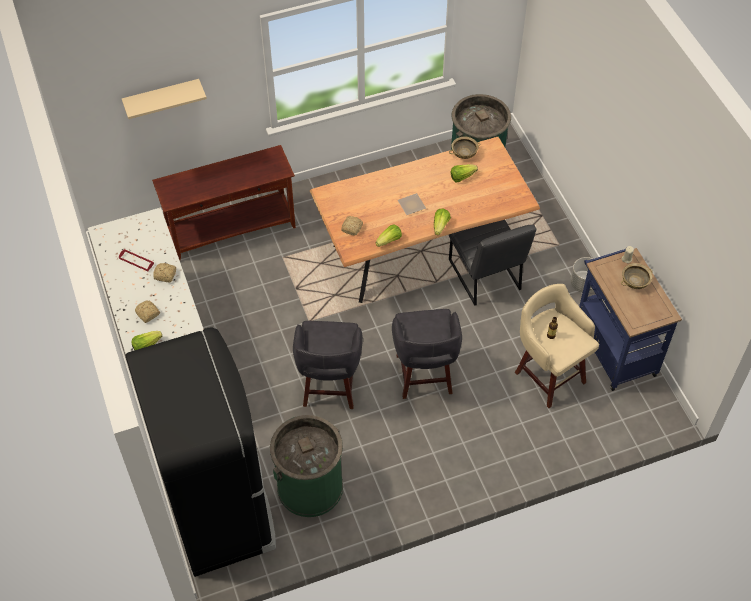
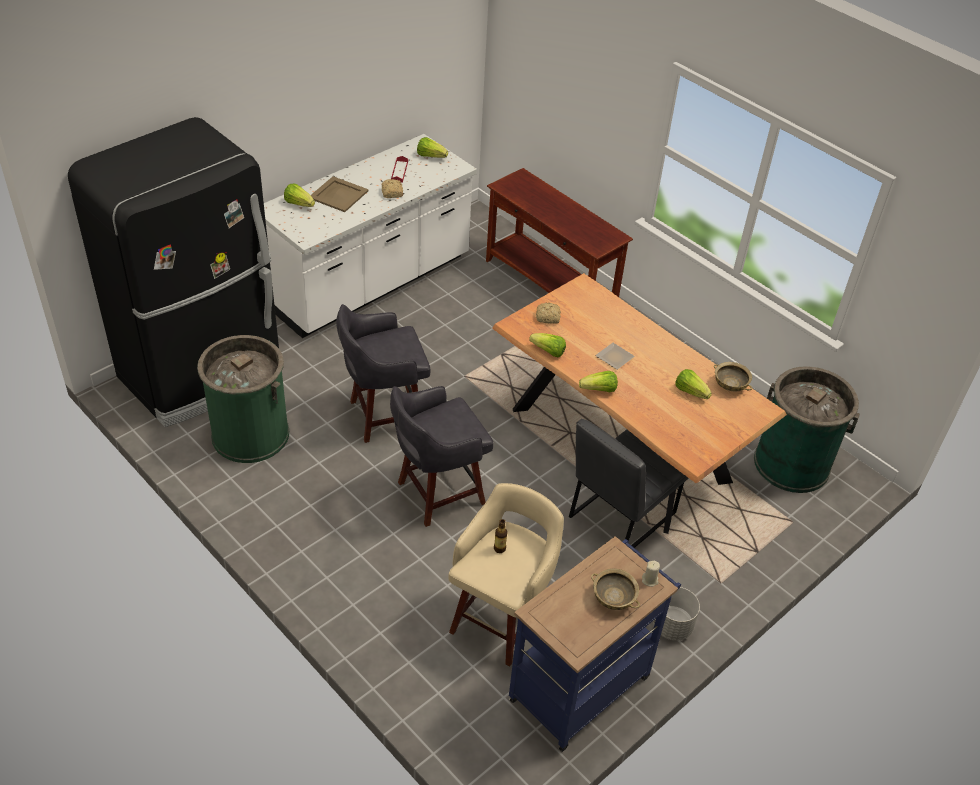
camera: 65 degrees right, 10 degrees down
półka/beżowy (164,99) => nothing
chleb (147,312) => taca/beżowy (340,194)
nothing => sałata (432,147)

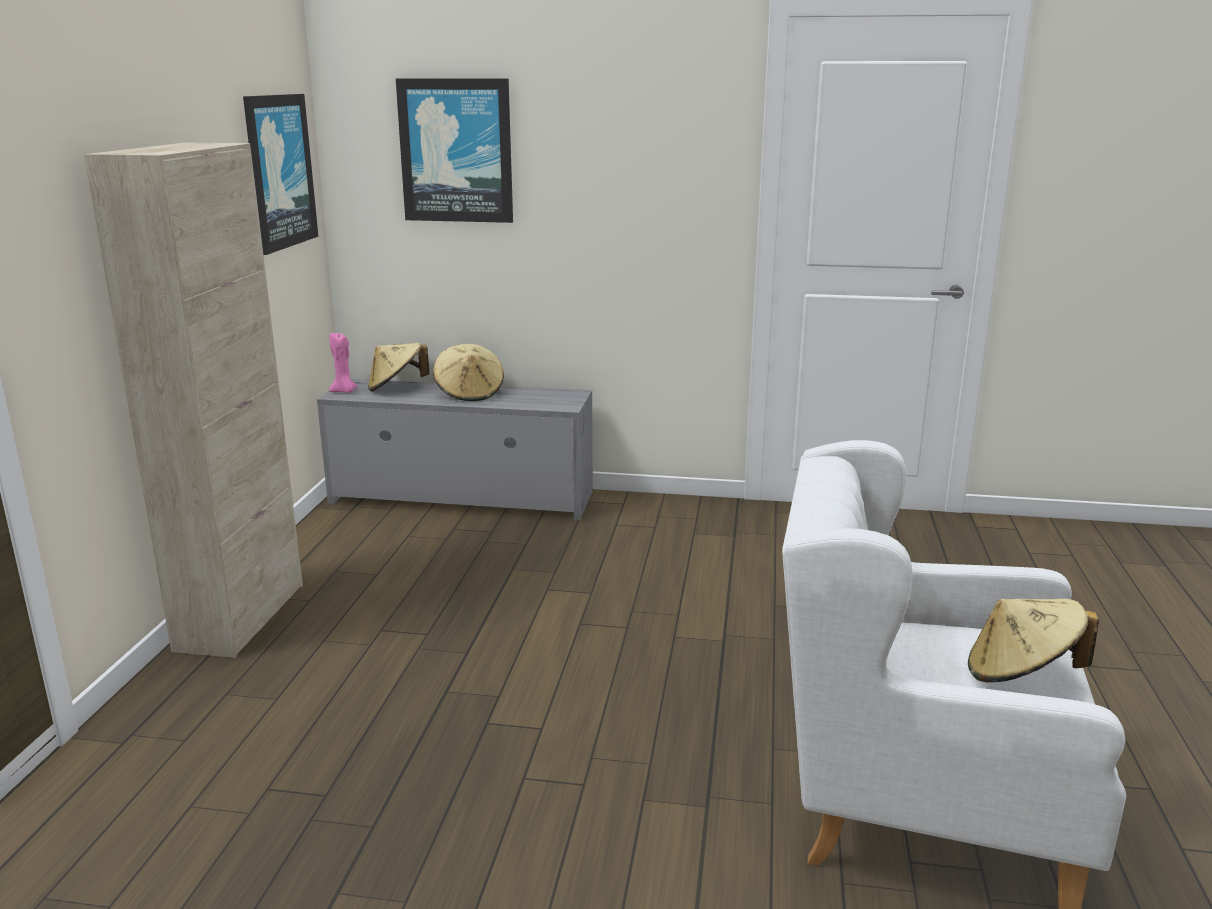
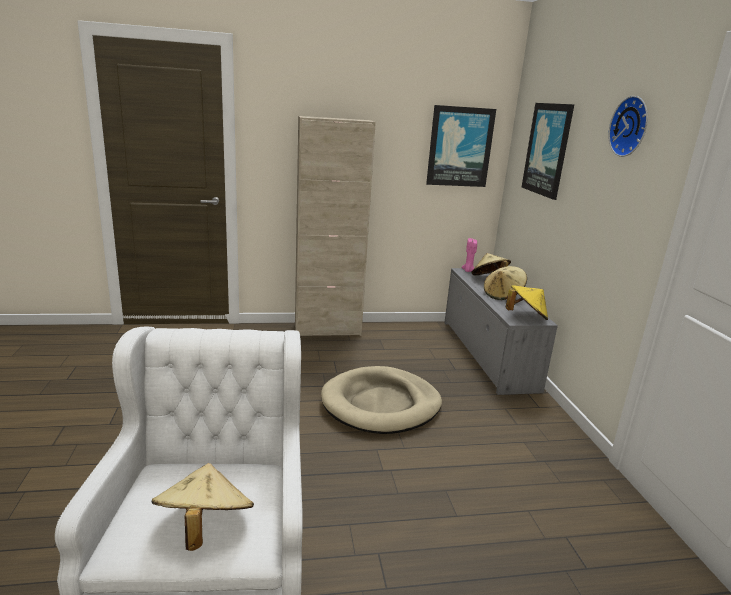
camera: 70 degrees right, 0 degrees up
nothing => legowisko/beżowy (381,400)
nothing => kapelusz/żółty (527,302)
nothing => zegar ścienny (628,126)

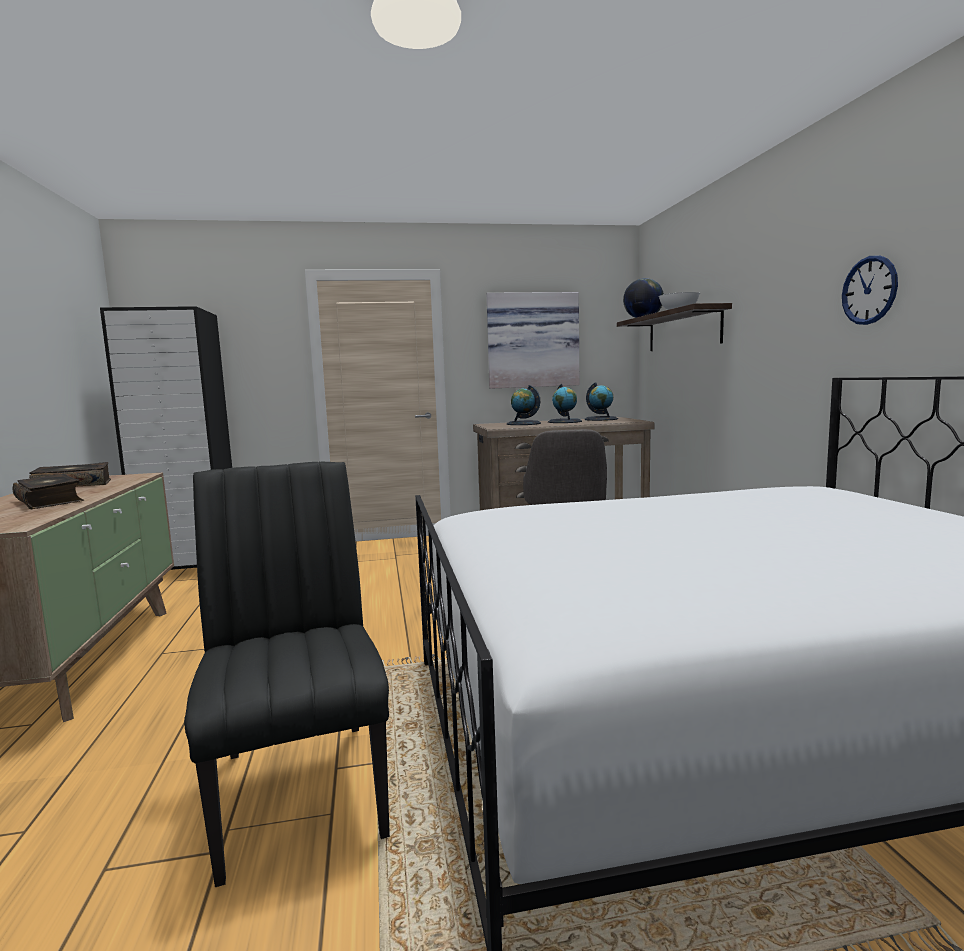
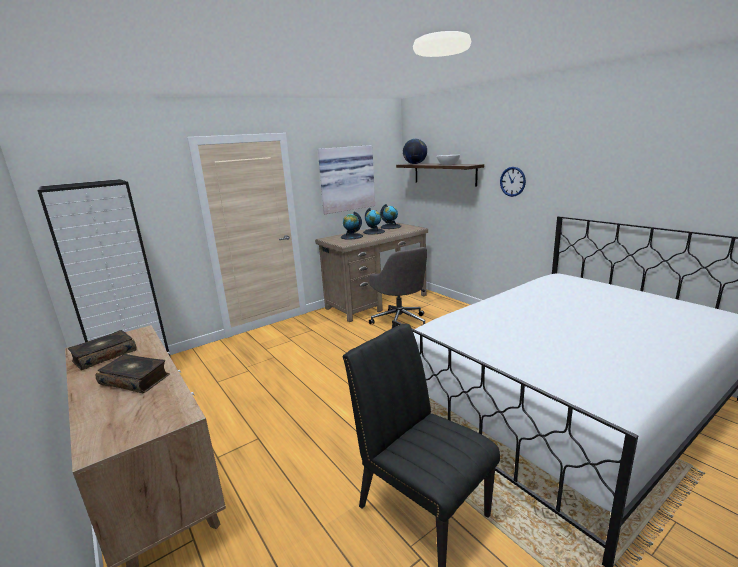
camera: 25 degrees left, 10 degrees up
zegar ścienny (870,290) => zegar ścienny (513,182), shifted

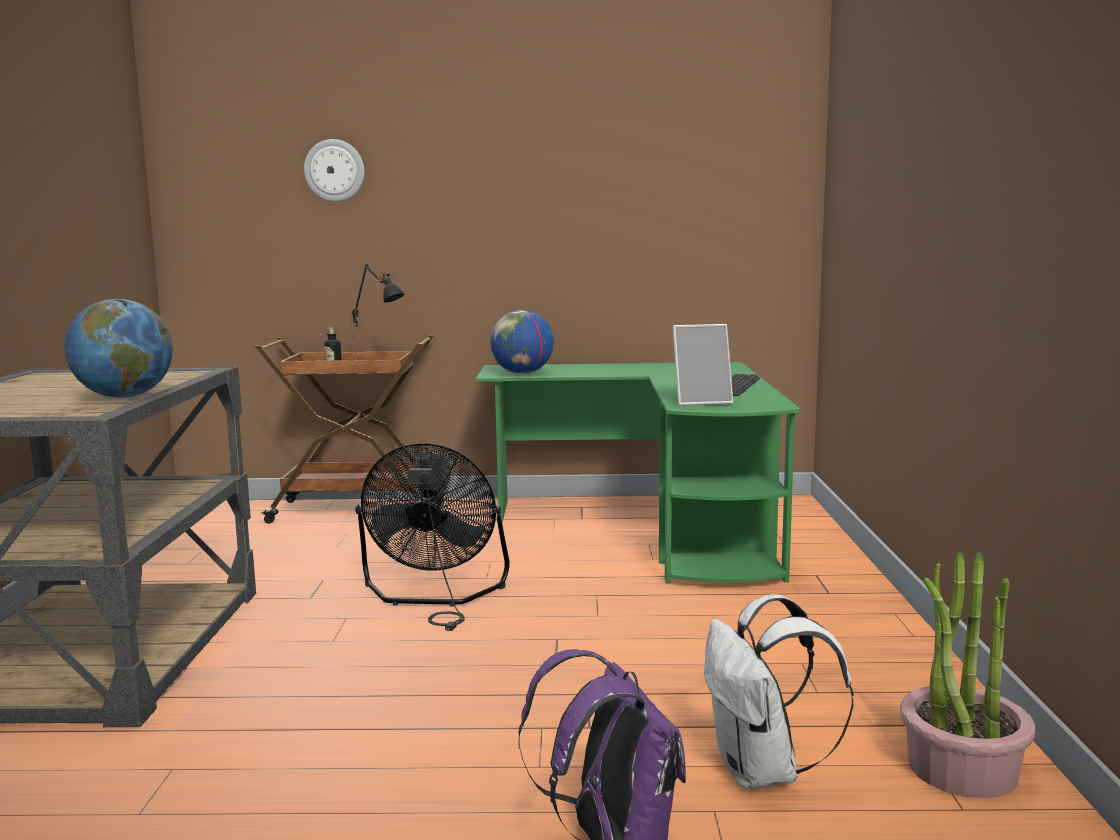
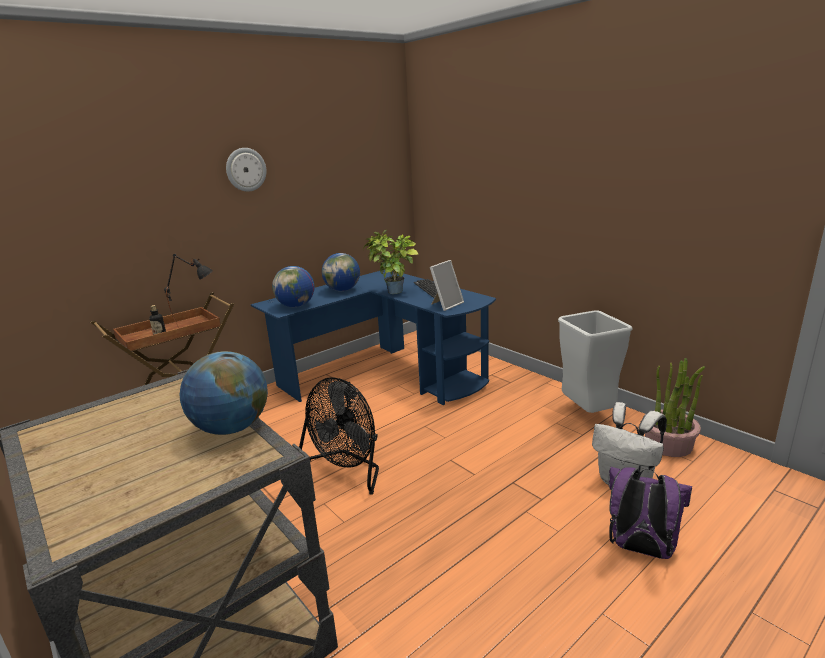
camera: 40 degrees left, 10 degrees up
zegar ścienny (334,170) => zegar ścienny (246,170), shifted
wentylator/czarny (432,537) => wentylator/czarny (339,436), 105 degrees counterclockwise
biurko/zielony (638,473) => biurko/niebieski (373,337)
nothing => globus (341,272)
nothing => roślina doniczkowa (390,262)
nothing => kosz na śmieci/szary (595,361)

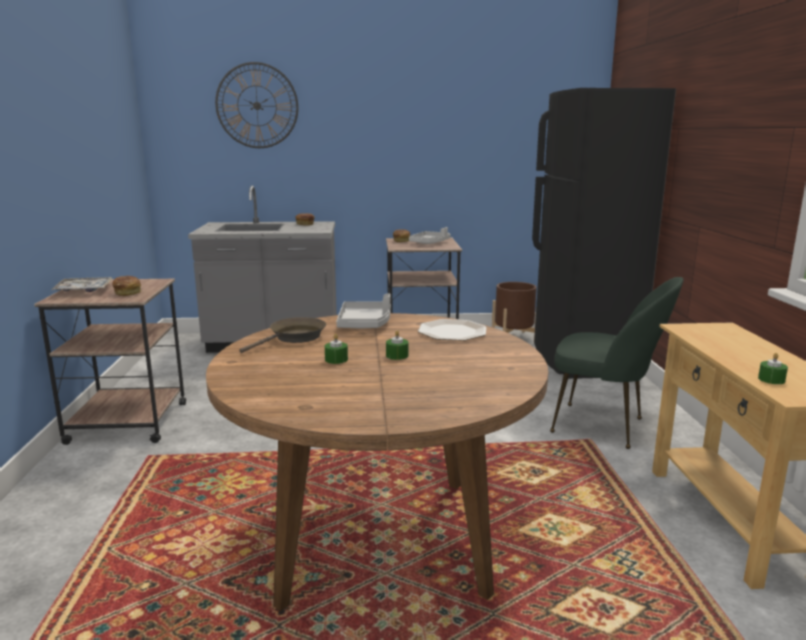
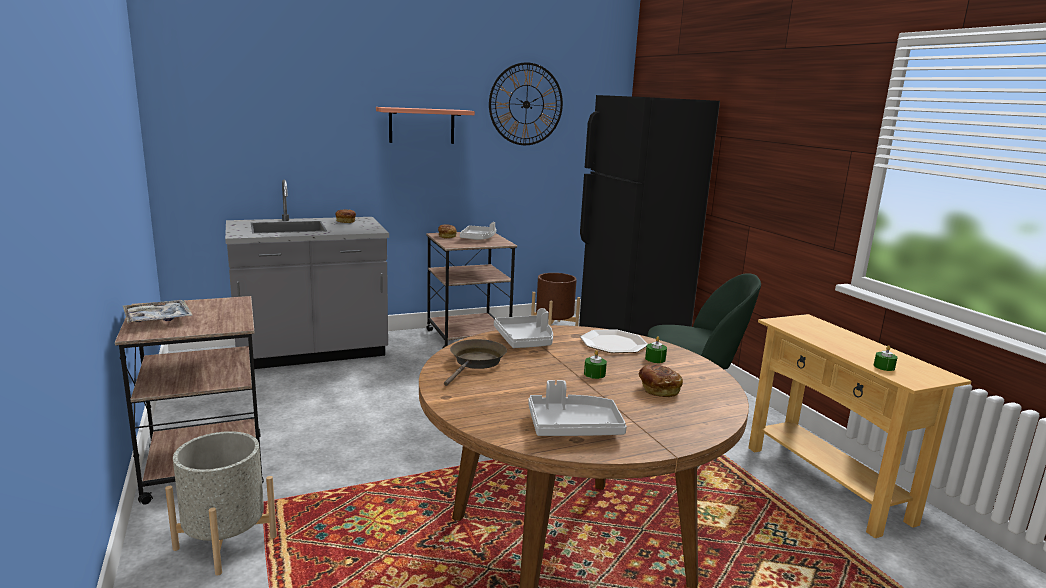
camera: 20 degrees left, 0 degrees up
chleb (127,286) => chleb (661,381), shifted
zegar ścienny (256,105) => zegar ścienny (526,103), shifted
świeca/zielony (336,349) => świeca/zielony (656,349), shifted
nothing => donica/szary (221,503)
nothing => półka (425,125)
nothing => taca/szary (577,408)

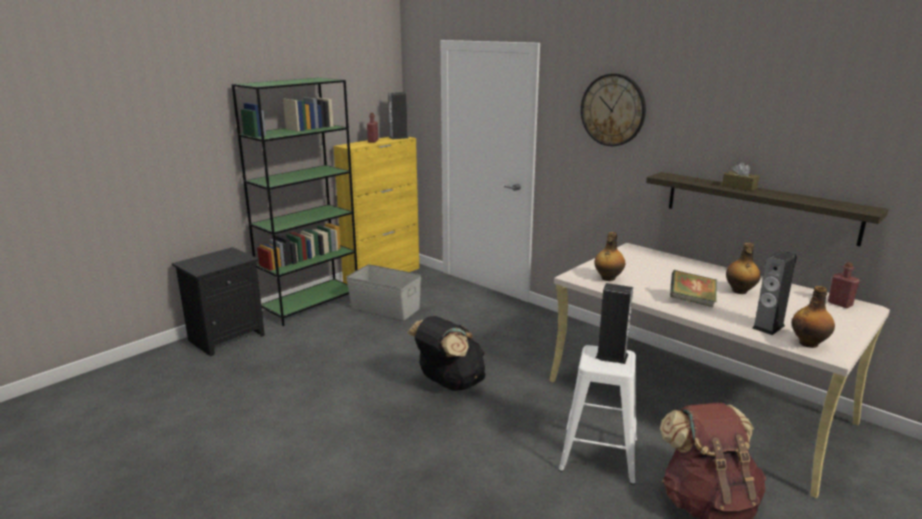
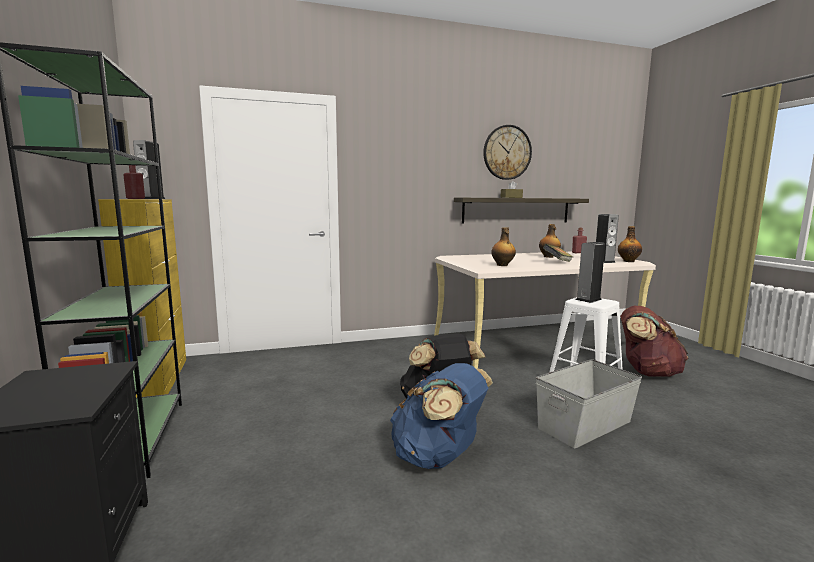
camera: 60 degrees left, 10 degrees down
pojemnik do przechowywania/szary (383,292) => pojemnik do przechowywania/szary (589,403), shifted
zegar ścienny (613,109) => zegar ścienny (507,152), shifted
nothing => plecak/niebieski (441,416)

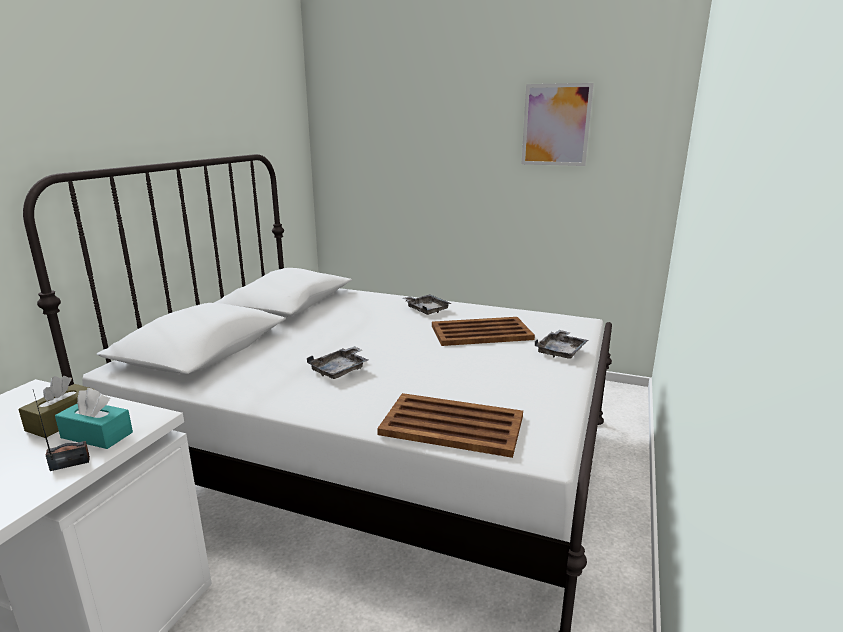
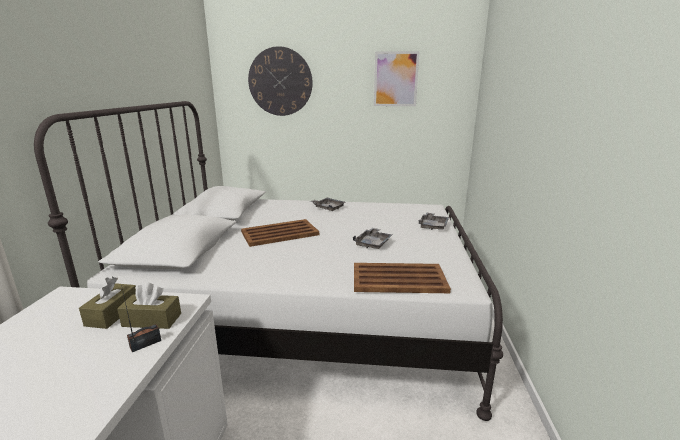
camera: 15 degrees left, 0 degrees up
pudełko chusteczek/turkusowy (94,418) => pudełko chusteczek/brązowy (149,305)
taca/szary (337,362) => taca/szary (372,238), shifted
taca/brązowy (483,331) => taca/brązowy (280,233), shifted
nothing => zegar ścienny (280,81)

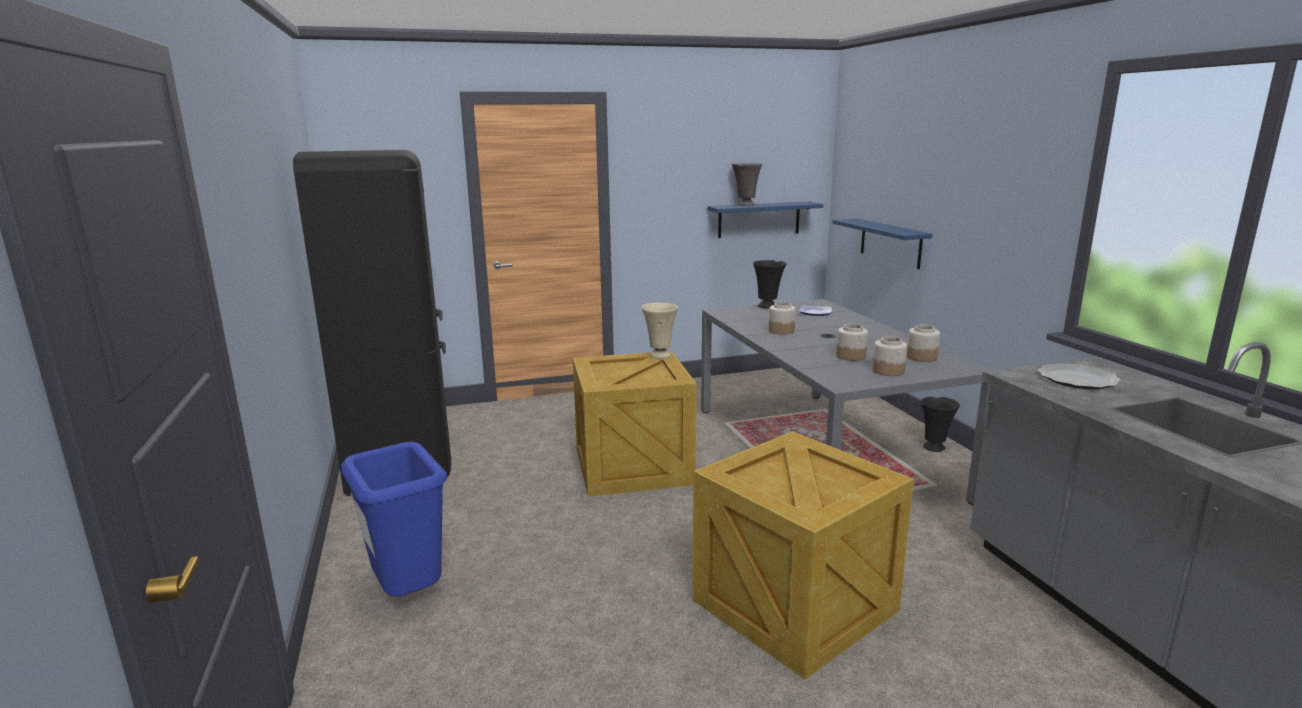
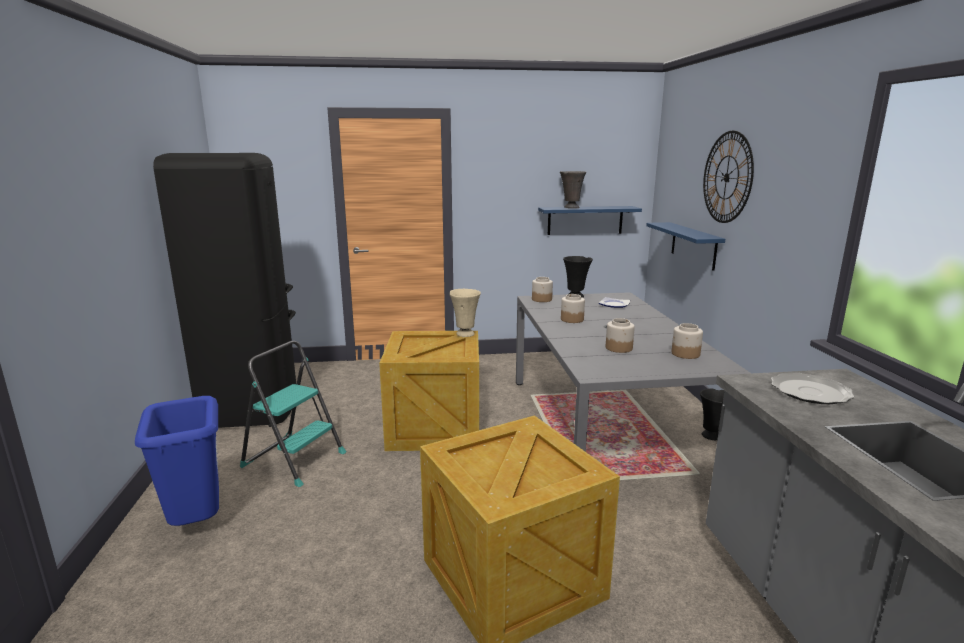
camera: 10 degrees right, 0 degrees up
słoik (890,356) => słoik (542,289), shifted
nothing => drabinka/turkusowy (293,414)
nothing => zegar ścienny (728,176)

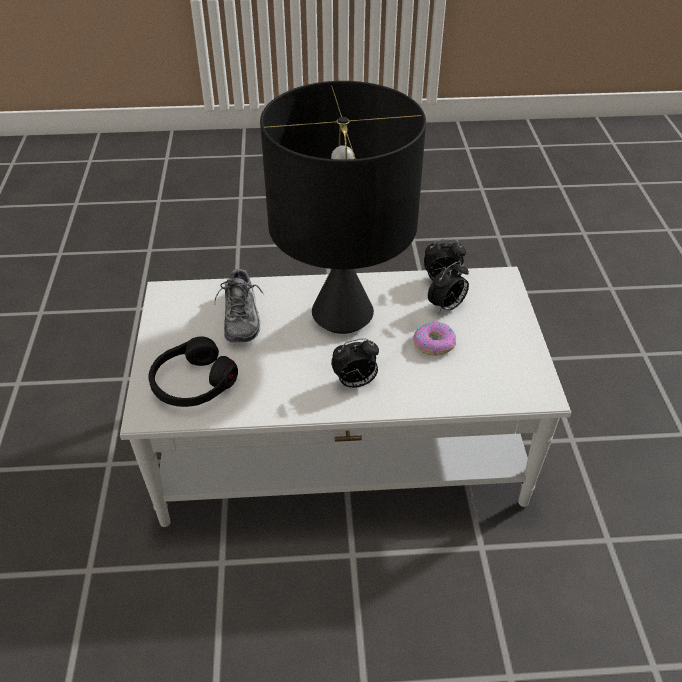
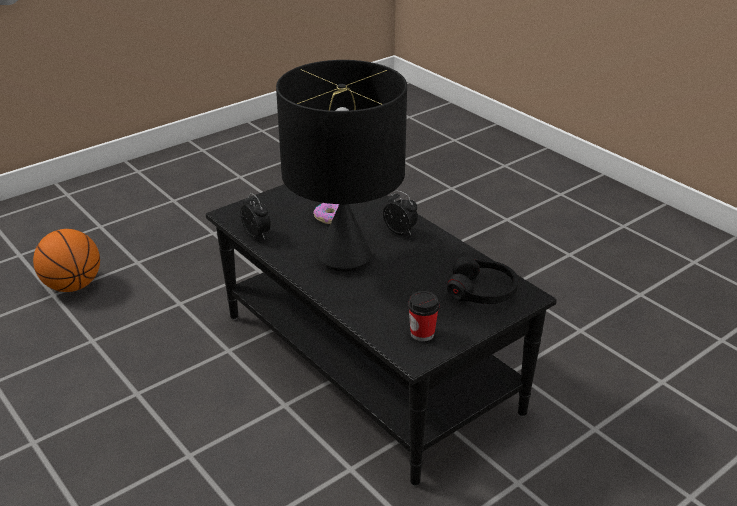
camera: 125 degrees left, 10 degrees down
ława/biały (345,397) => ława/czarny (381,335)
but (239,303) => nothing
budzik (448,287) => nothing
nothing => piłka do koszykówki (66,260)
nothing => filiżanka (424,316)

